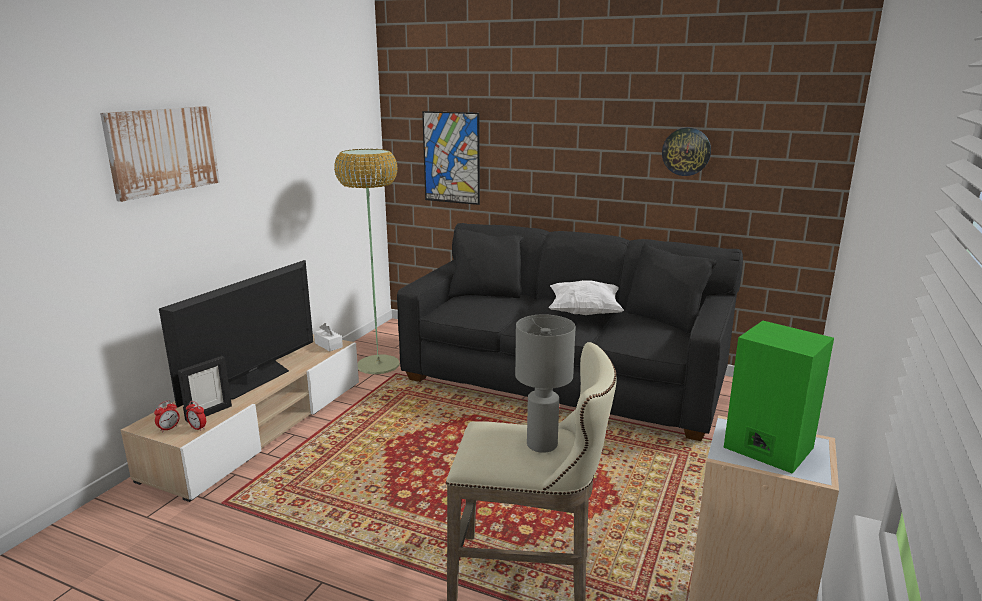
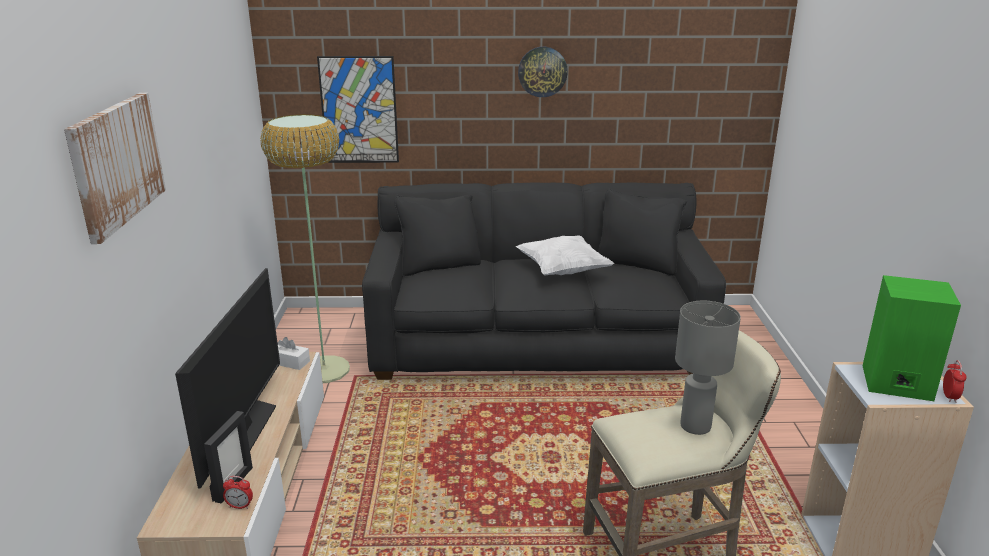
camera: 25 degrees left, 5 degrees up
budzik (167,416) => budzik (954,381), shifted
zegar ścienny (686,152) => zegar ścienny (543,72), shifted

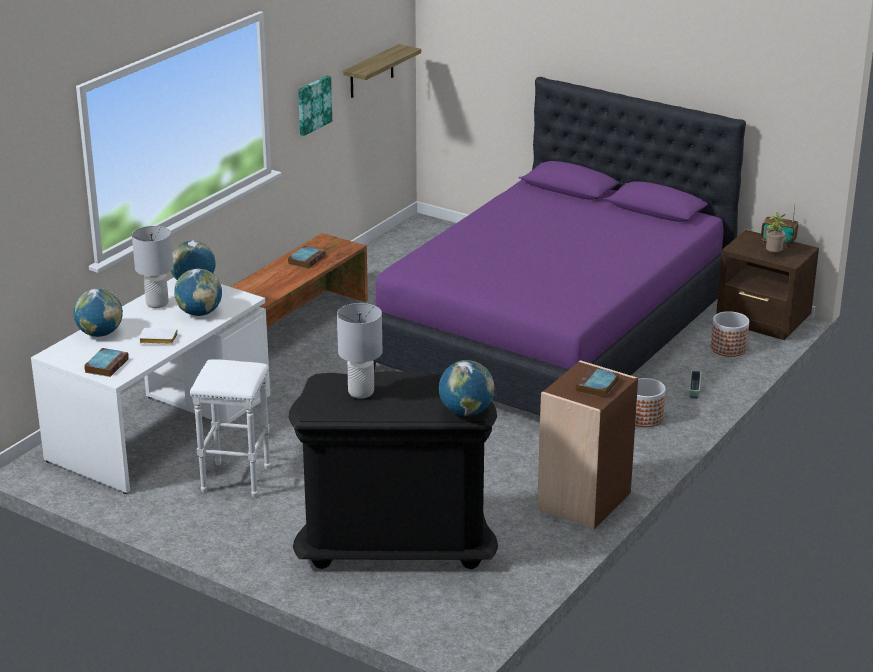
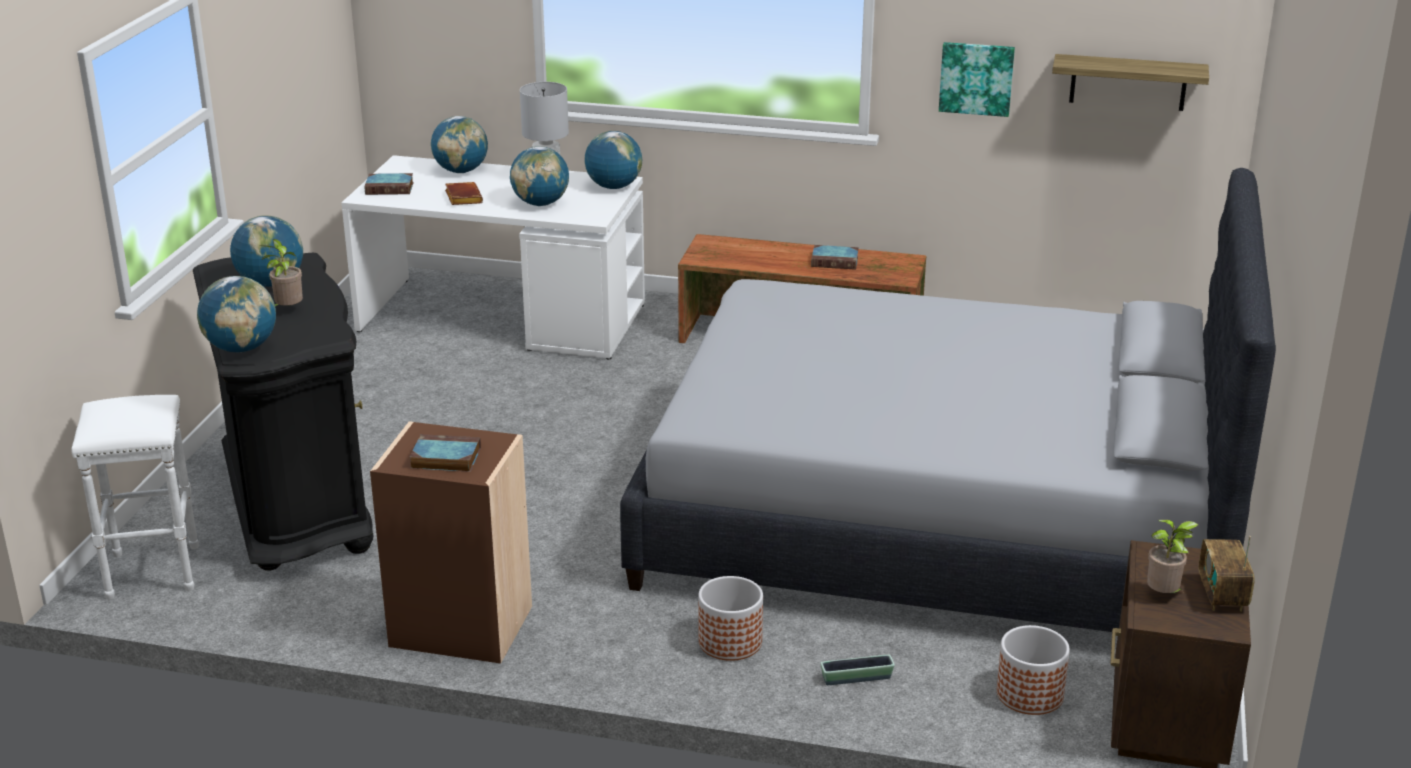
camera: 70 degrees right, 0 degrees up
książka/biały (158,336) => książka/brązowy (464,193)
stołek/biały (230,428) => stołek/biały (135,497), shifted
lampa stołowa/szary (359,351) => globus (266,251)
łóżko/fioletowy (559,246) => łóżko/szary (948,400)
nothing => roślina doniczkowa (281,272)

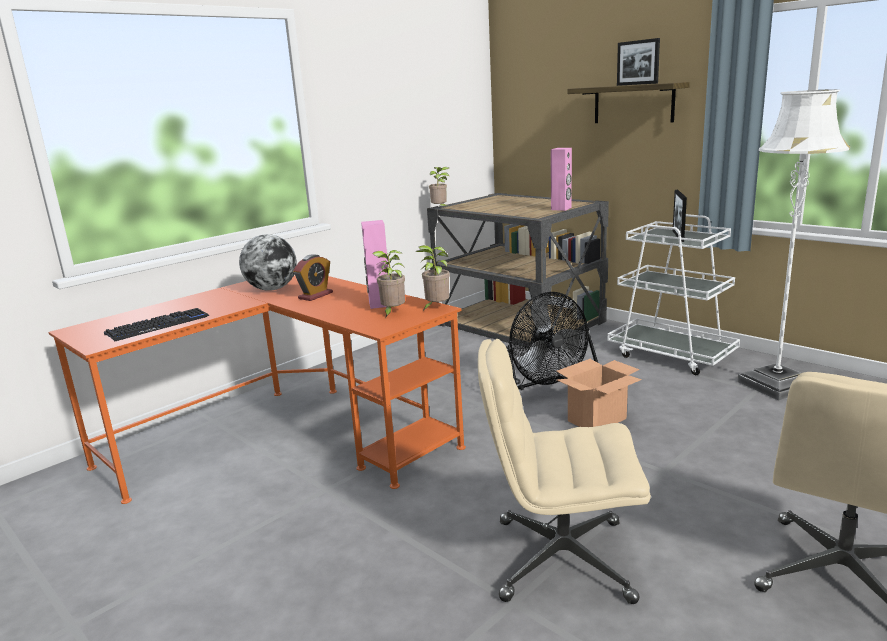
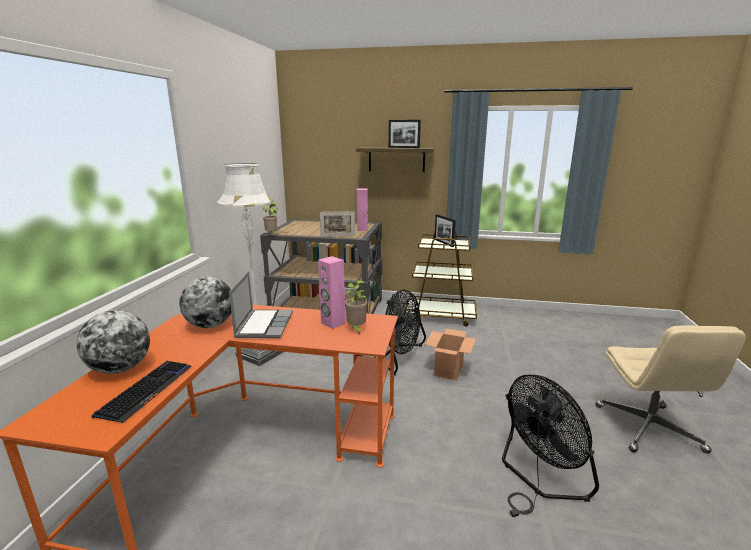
camera: 35 degrees left, 0 degrees up
budzik (313,277) => laptop (261,304)
roślina doniczkowa (432,278) => nothing
krzesło biurowe/beżowy (564,471) => wentylator/czarny (550,446)
wózek/biały (673,294) => wózek/brązowy (441,279)
lampa stojąca/biały (793,245) => lampa stojąca/biały (250,264), shifted
nothing => globus (113,342)
nothing => ramka na zdjęcie (337,224)

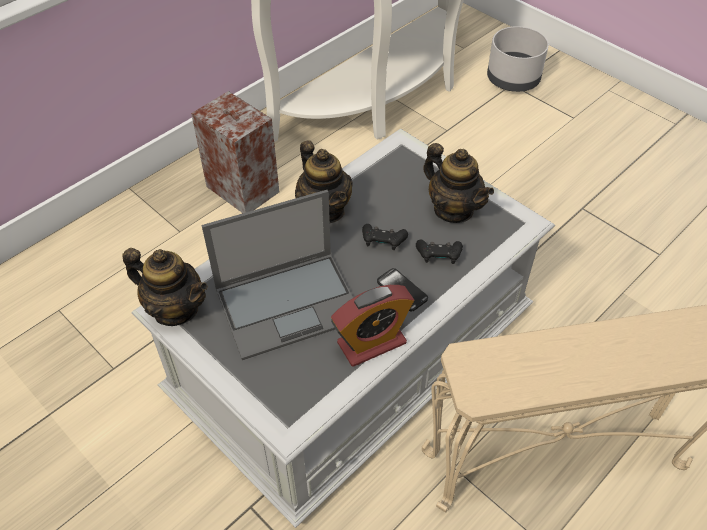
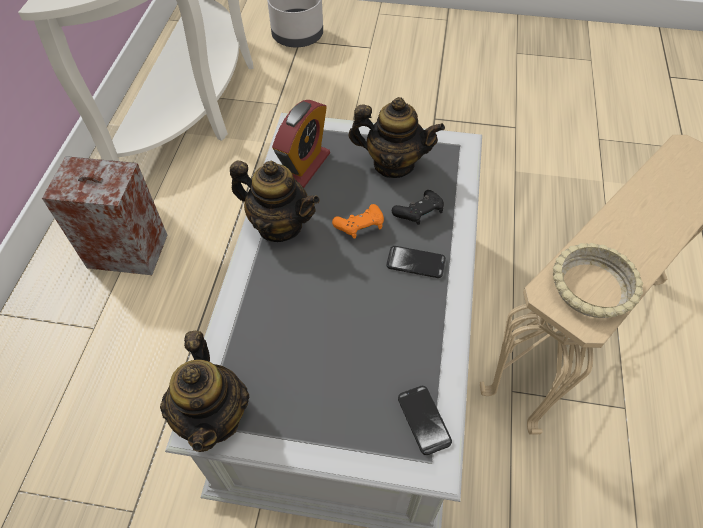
camera: 35 degrees left, 5 degrees up
imbryk (165,287) => imbryk (204,391), 90 degrees clockwise
laptop (277,275) => nothing
budzik (372,326) => budzik (301,144), shifted
pad do gier/czarny (385,237) => pad do gier/pomarańczowy (358,221)
nothing => telefon (425,420)
nothing => miska/beżowy (598,280)

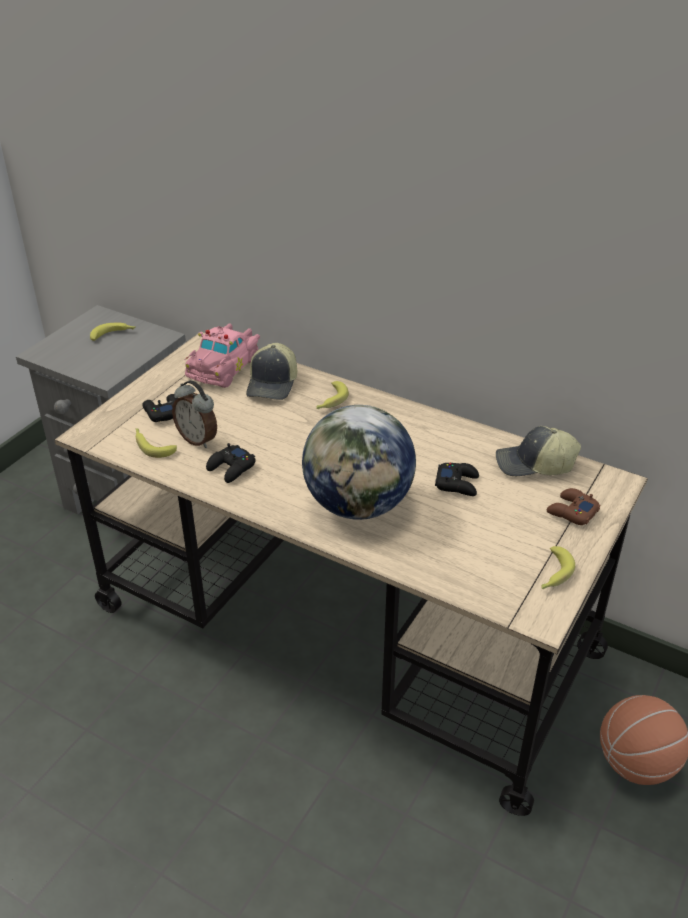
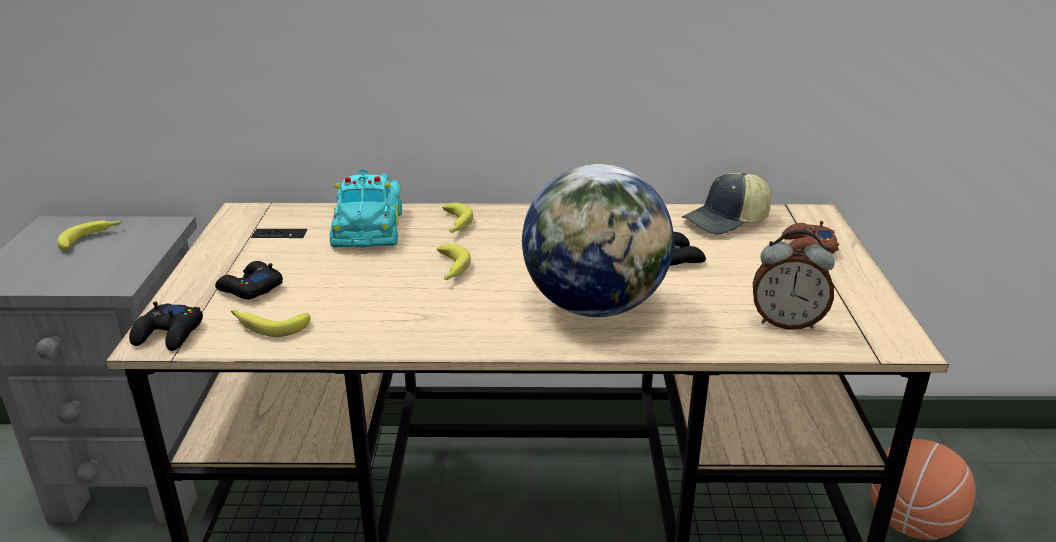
camera: 30 degrees left, 10 degrees down
budzik (194,414) => budzik (794,280), shifted
samochodzik/różowy (222,355) => nothing
pad do gier/czarny (231,463) => pad do gier/czarny (166,326), shifted
czapka z daszkiem (271,371) => samochodzik/turkusowy (366,209)
banan (558,567) => banan (453,262), shifted

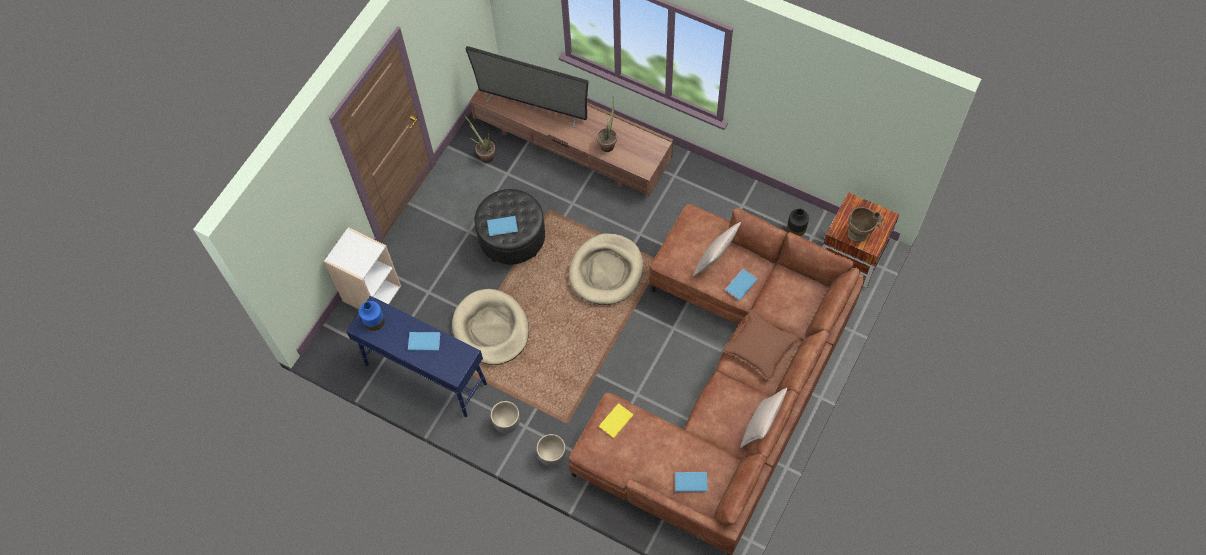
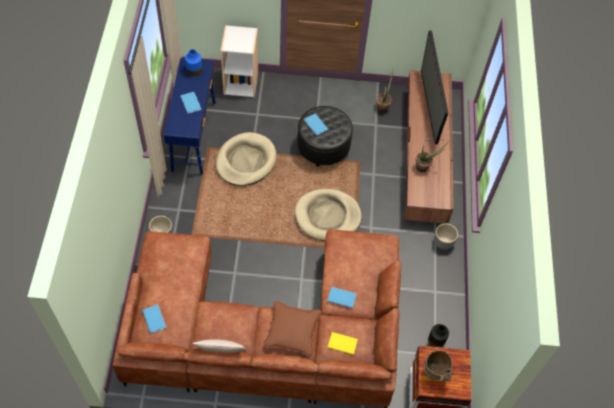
camera: 60 degrees right, 5 degrees down
donica/szary (505,417) => donica/szary (446,236), shifted
książka/żółty (616,420) => książka/żółty (343,343), shifted
poduszka/beżowy (717,249) => nothing

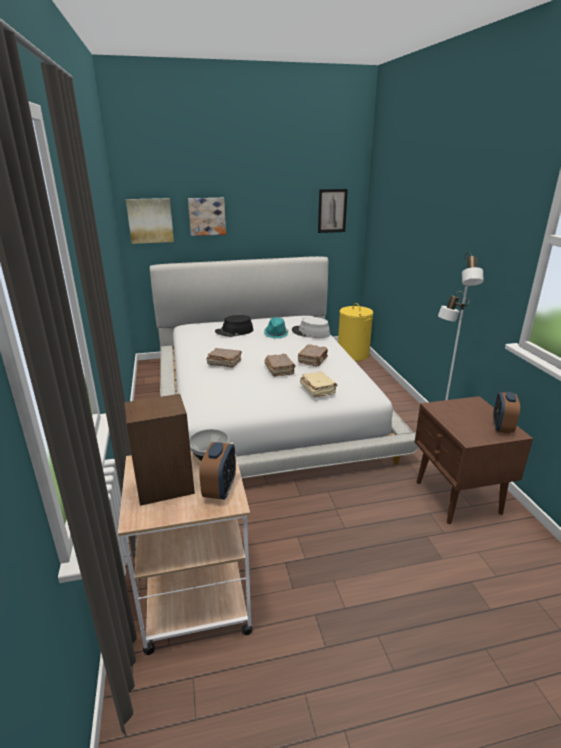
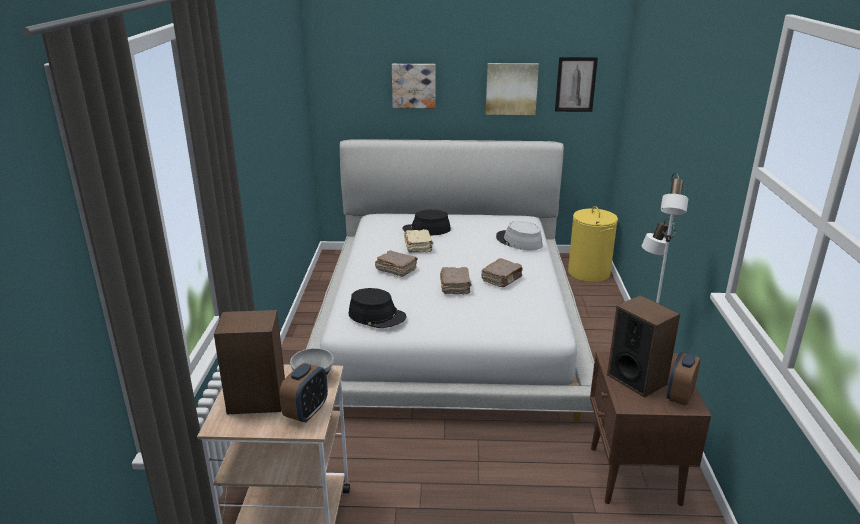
camera: 15 degrees right, 0 degrees up
obraz (150,221) => obraz (512,89), shifted
kapelusz/turkusowy (276,328) => nothing
książka/beżowy (318,384) => książka/beżowy (418,241), shifted
nothing => kapelusz/czarny (377,308)
nothing => głośnik (643,346)

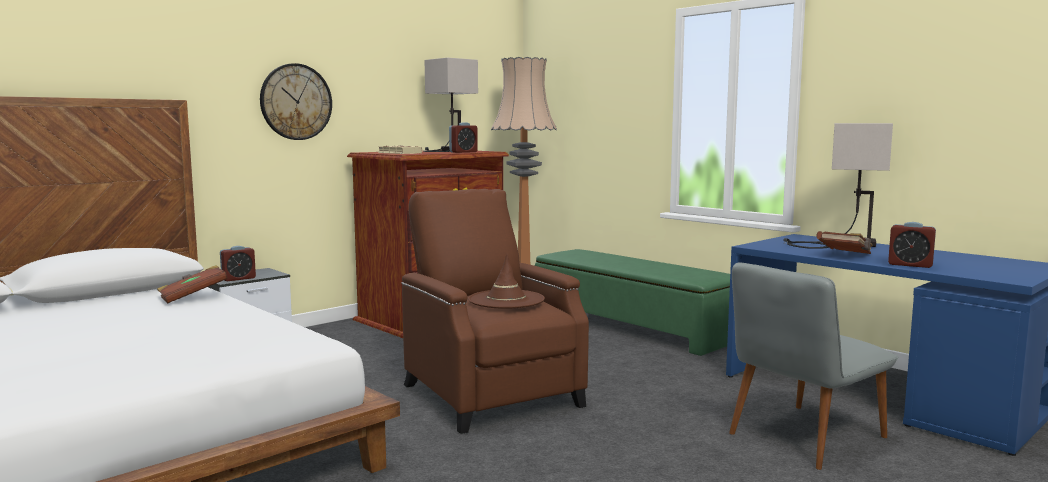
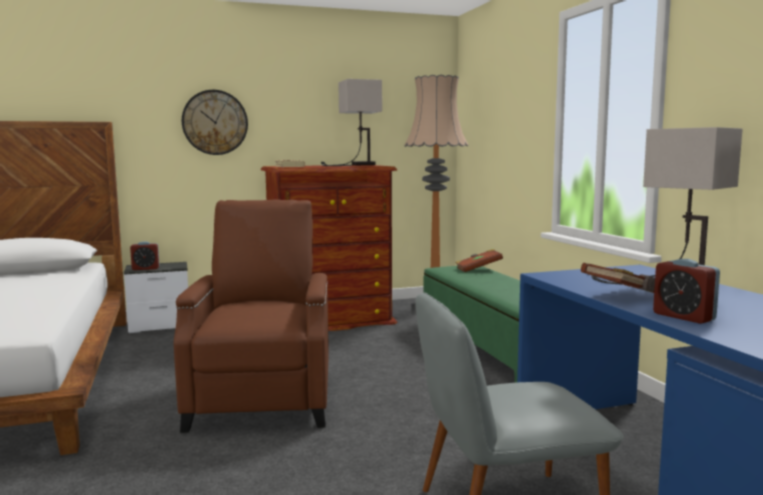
camera: 25 degrees right, 0 degrees up
książka/brązowy (192,284) => książka/brązowy (479,260), shifted
budzik (463,137) => nothing
kapelusz/brązowy (506,281) => nothing

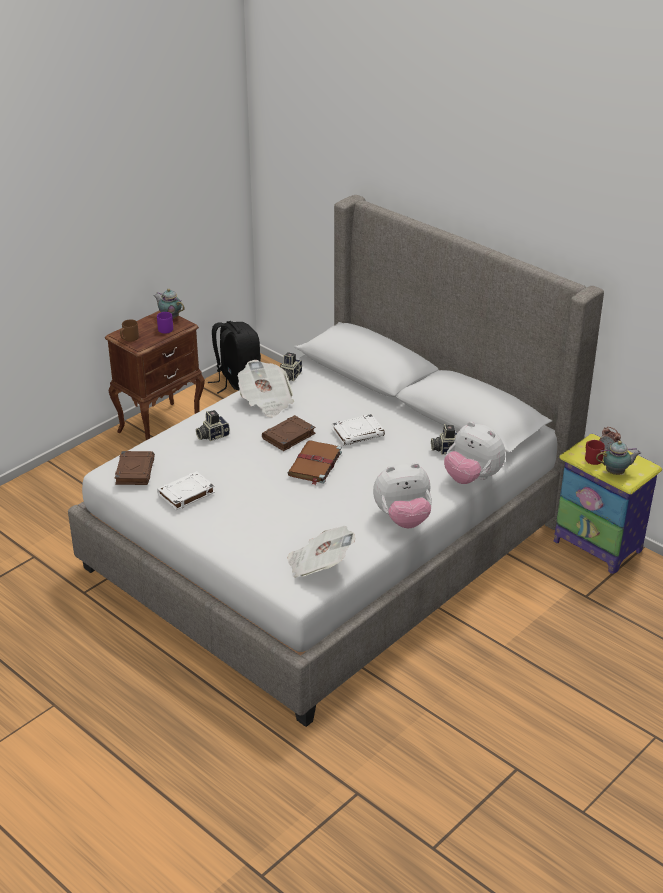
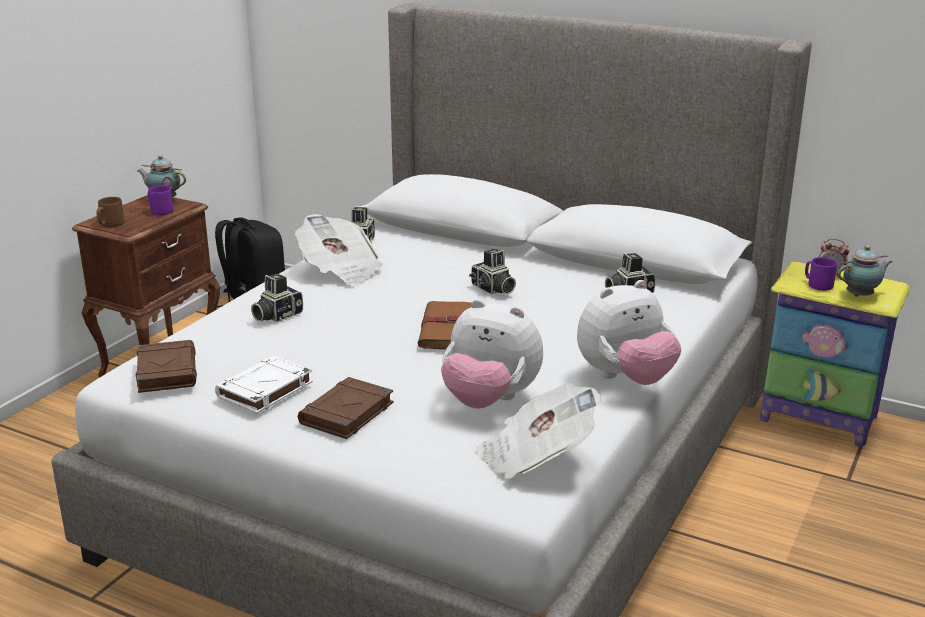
camera: 15 degrees left, 10 degrees down
książka/brązowy (288,433) => książka/brązowy (345,408), shifted
książka/biały (358,430) => aparat fotograficzny (492,271)
pluszak (474,452) => pluszak (492,354), shifted
kubek/czerwony (595,452) => kubek/fioletowy (821,274)

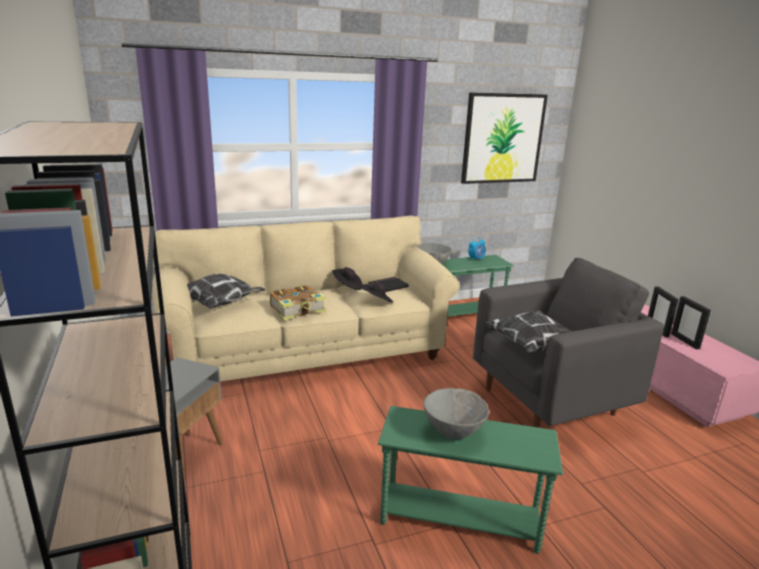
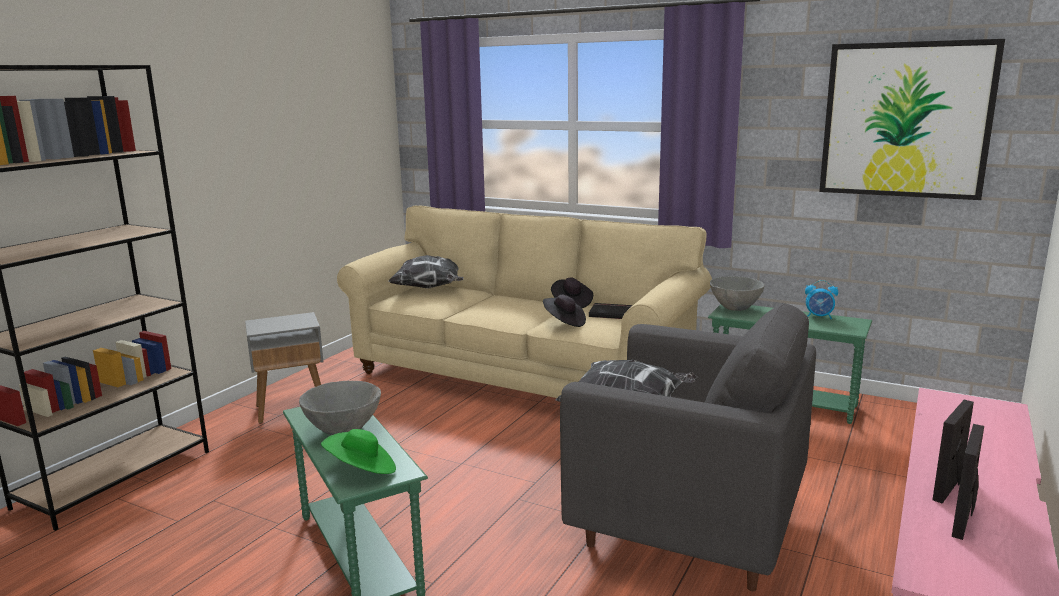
camera: 50 degrees right, 5 degrees down
książka (298,302) => nothing
nothing => kapelusz/zielony (358,451)

